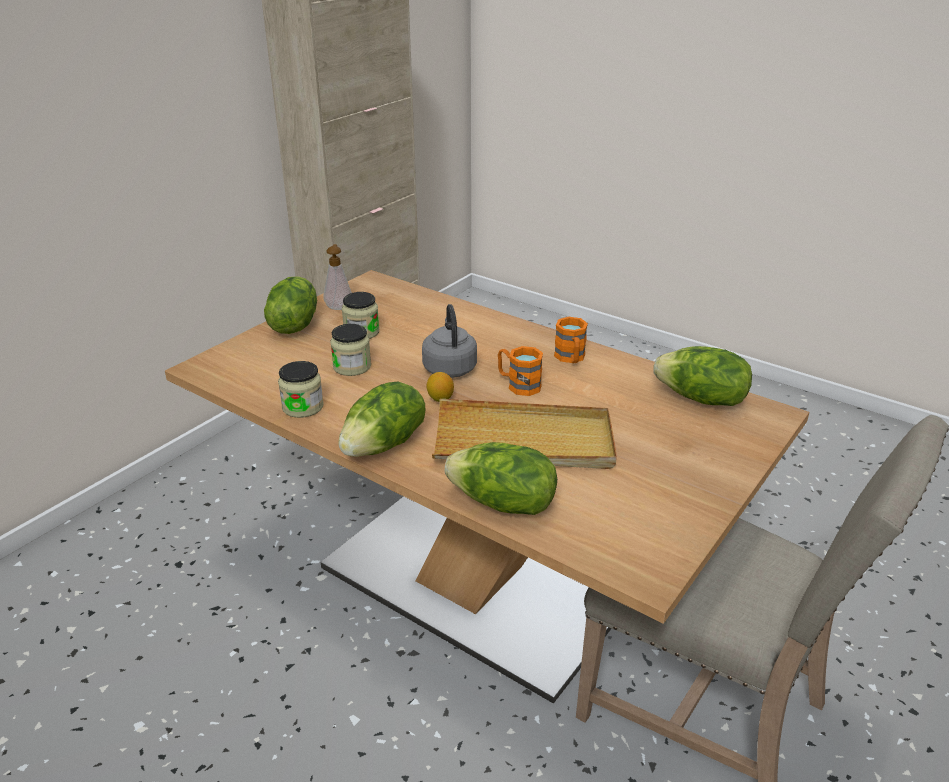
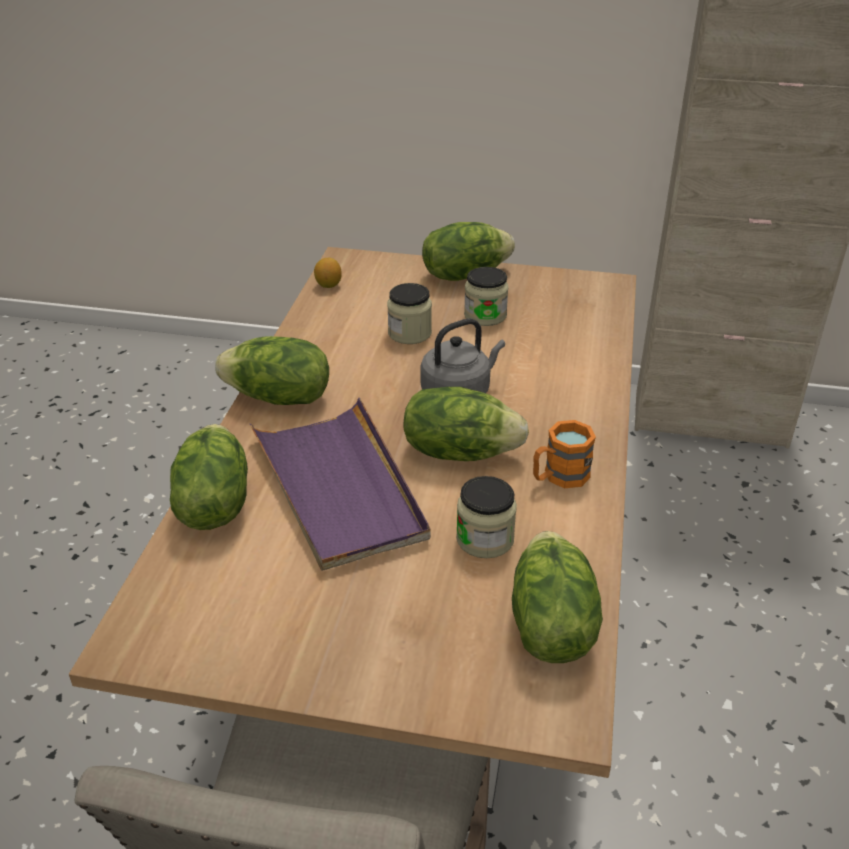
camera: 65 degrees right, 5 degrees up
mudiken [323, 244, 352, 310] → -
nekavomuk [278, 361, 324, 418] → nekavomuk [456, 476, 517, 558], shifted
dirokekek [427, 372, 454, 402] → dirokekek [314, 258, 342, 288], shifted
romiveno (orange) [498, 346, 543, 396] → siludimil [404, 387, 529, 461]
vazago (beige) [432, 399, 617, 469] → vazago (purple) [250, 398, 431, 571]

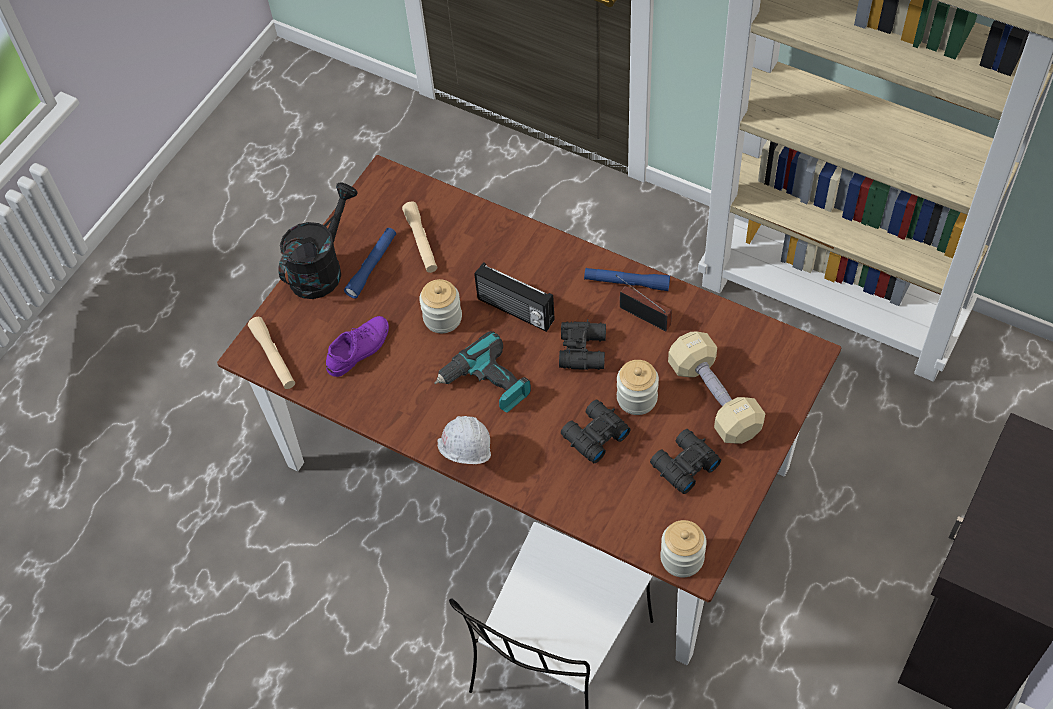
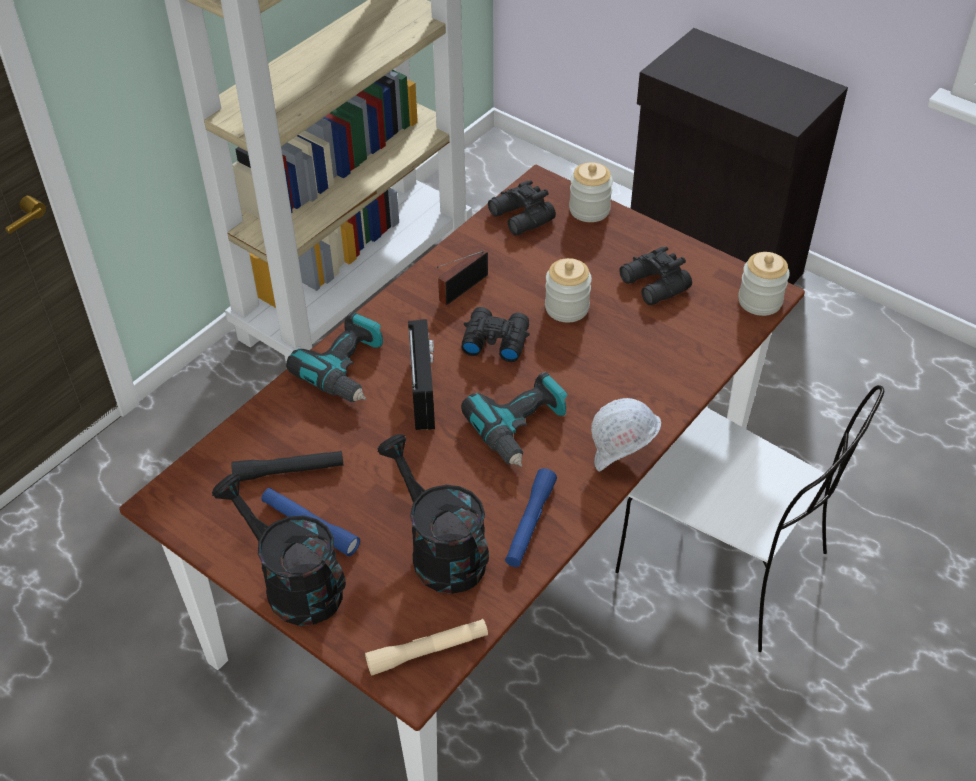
camera: 85 degrees left, 10 degrees down
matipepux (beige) [668, 331, 765, 444] → -
- → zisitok [286, 312, 383, 402]
nekavomuk [419, 279, 462, 333] → nekavomuk [569, 162, 613, 222], shifted
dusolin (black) [561, 400, 630, 463] → dusolin (black) [488, 180, 556, 236], shifted
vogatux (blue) [584, 268, 670, 291] → vogatux (blue) [505, 468, 557, 567], shifted
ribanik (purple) [326, 316, 389, 377] → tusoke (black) [377, 434, 489, 594]
vogatux (beige) [402, 202, 437, 273] → vogatux (black) [231, 451, 344, 481]
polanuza [474, 262, 555, 332] → polanuza [408, 319, 435, 430], 45 degrees counterclockwise

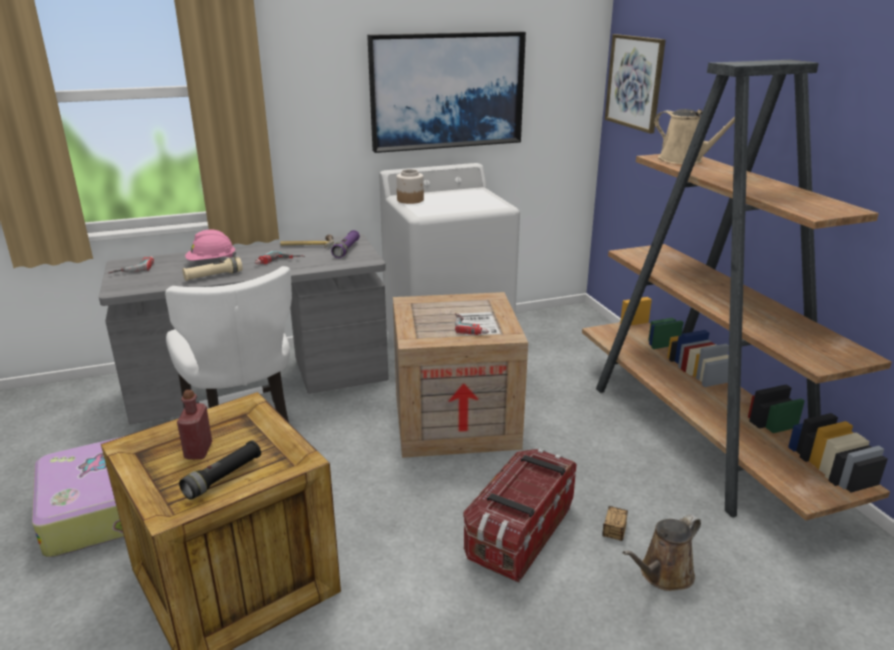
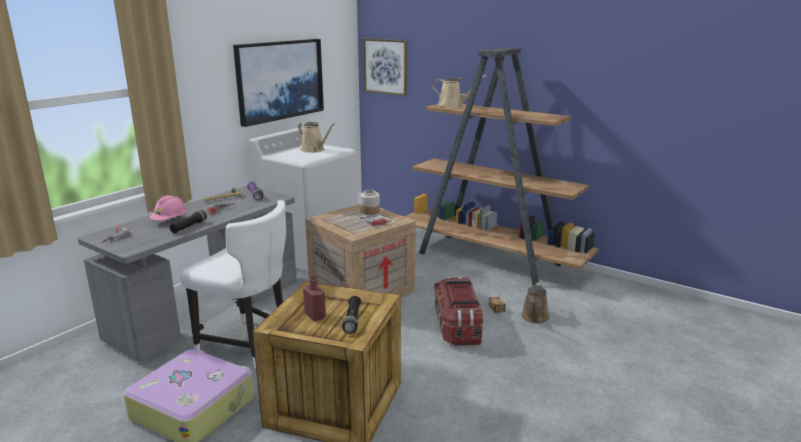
camera: 35 degrees left, 5 degrees down
- → tusoke (beige) [298, 122, 335, 153]
nekavomuk [396, 169, 424, 204] → nekavomuk [360, 190, 380, 215], shifted
vogatux (beige) [182, 257, 243, 281] → vogatux (black) [170, 210, 207, 234]

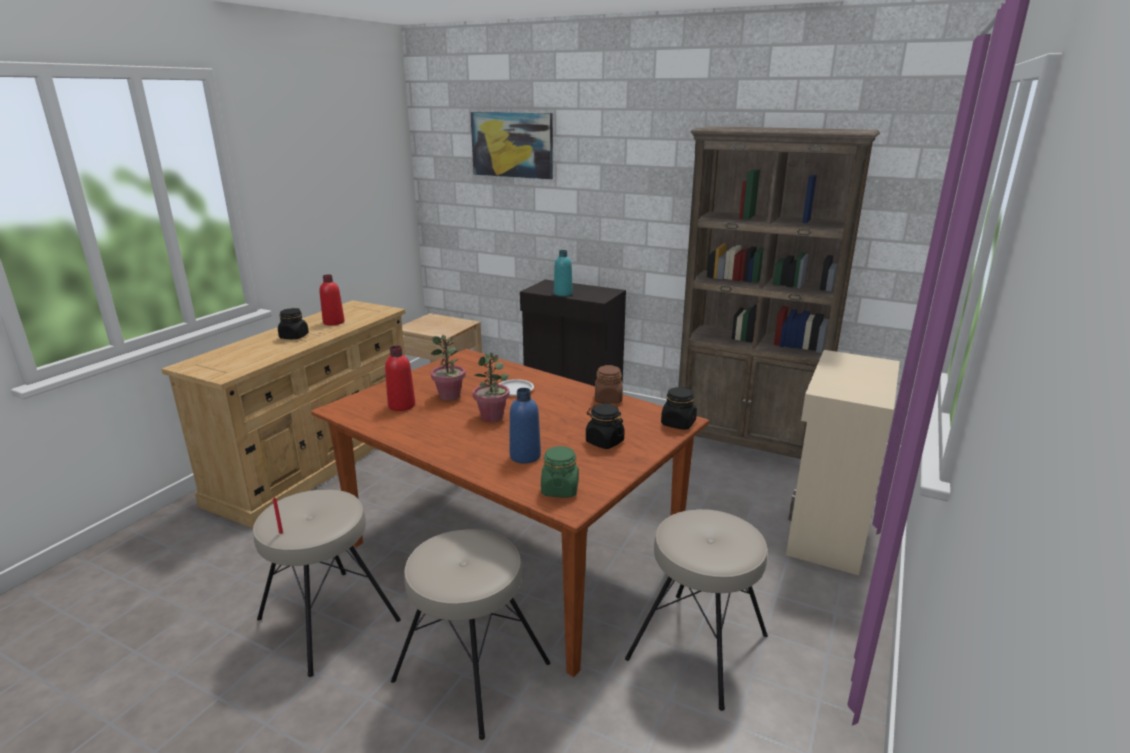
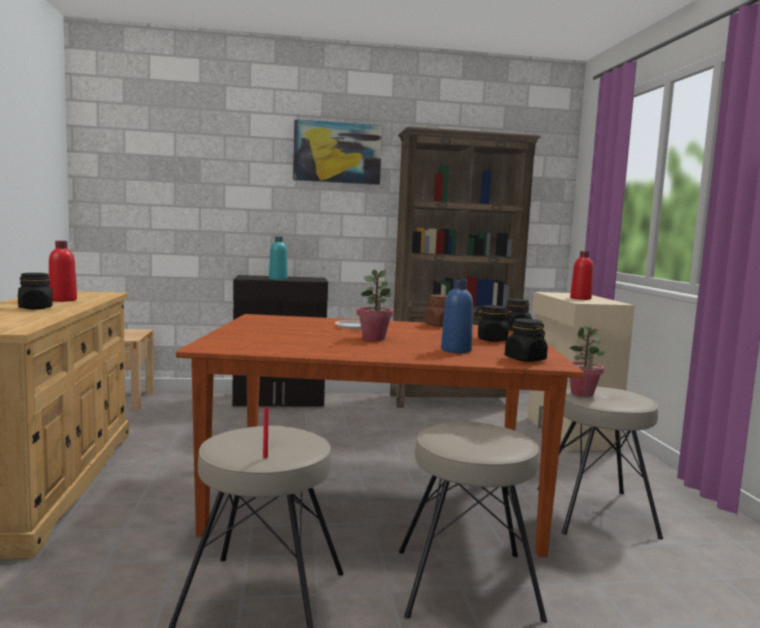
camera: 35 degrees left, 15 degrees down
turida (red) [385, 346, 415, 411] → turida (red) [570, 251, 593, 300], shifted
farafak [431, 335, 465, 400] → farafak [569, 326, 606, 397], shifted
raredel [470, 112, 553, 179] → raredel [293, 119, 382, 185], shifted
nekavomuk (green) [541, 446, 579, 497] → nekavomuk (black) [505, 318, 548, 362]

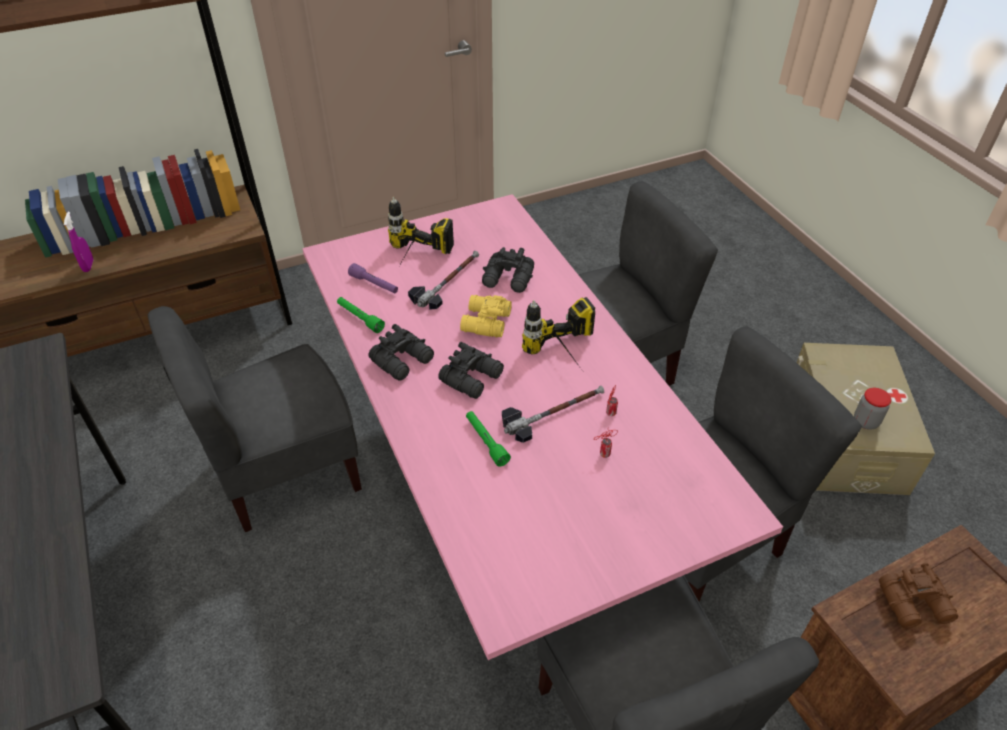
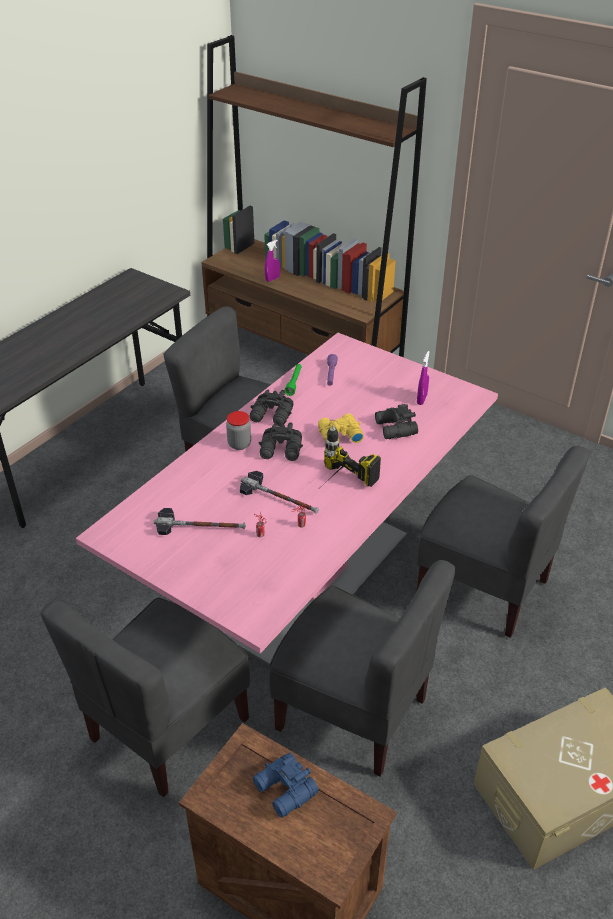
camera: 60 degrees right, 5 degrees down
zisitok [388, 197, 454, 261] → -
vogatux (green) [466, 411, 511, 467] → -
- → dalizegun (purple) [417, 351, 430, 405]
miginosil [408, 251, 479, 310] → miginosil [153, 508, 246, 535], shifted
nekavomuk [854, 388, 892, 430] → nekavomuk [226, 411, 251, 450], shifted
dusolin (brown) [879, 563, 959, 629] → dusolin (blue) [253, 753, 319, 818]

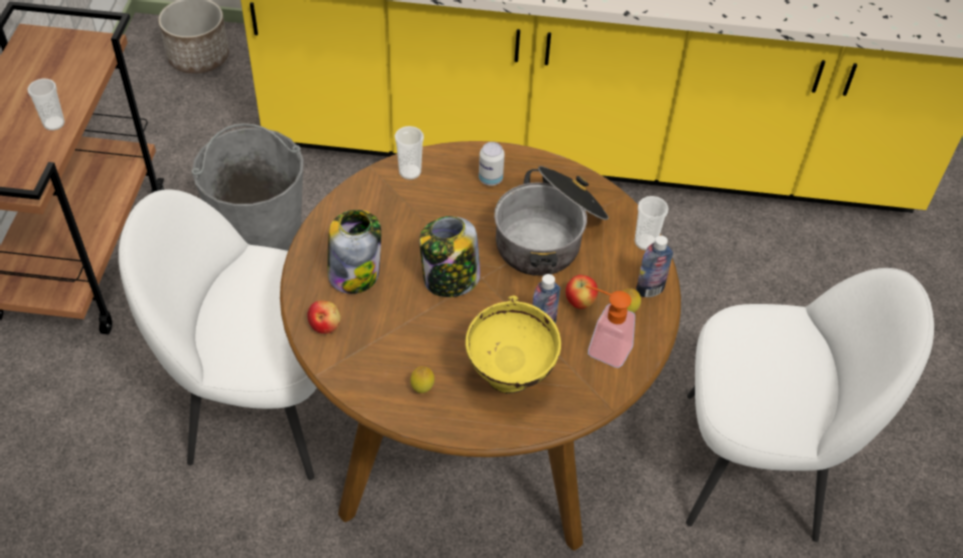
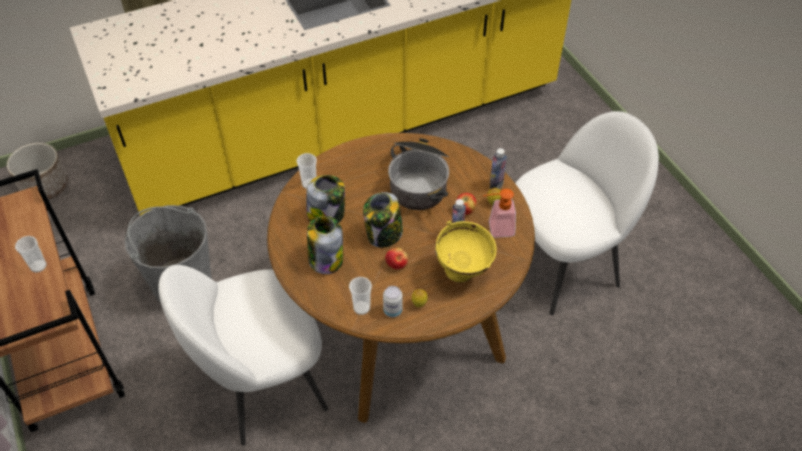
camera: 30 degrees left, 0 degrees up
- → nekavomuk [306, 175, 345, 222]
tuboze [307, 301, 341, 334] → tuboze [385, 247, 408, 269], shifted
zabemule [479, 142, 505, 186] → zabemule [383, 286, 402, 317], shifted
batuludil [634, 196, 669, 250] → batuludil [349, 277, 372, 315], shifted

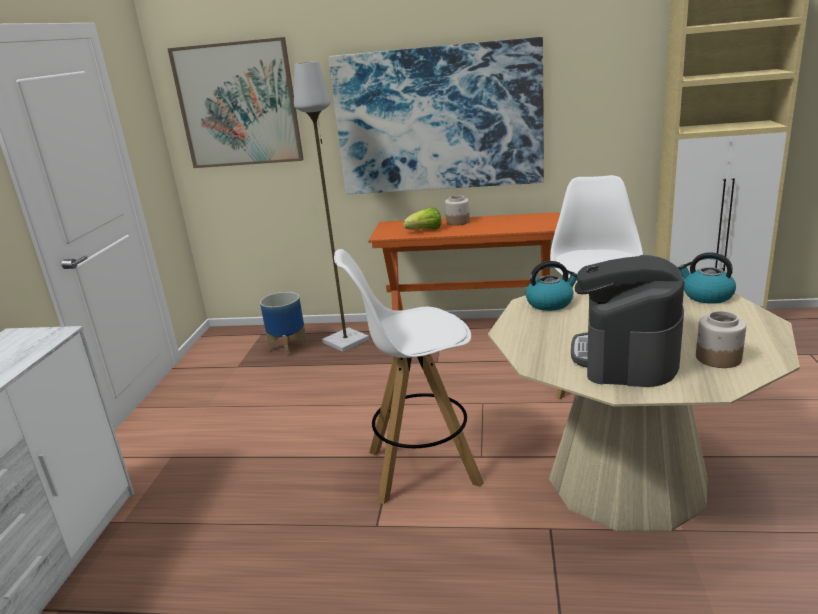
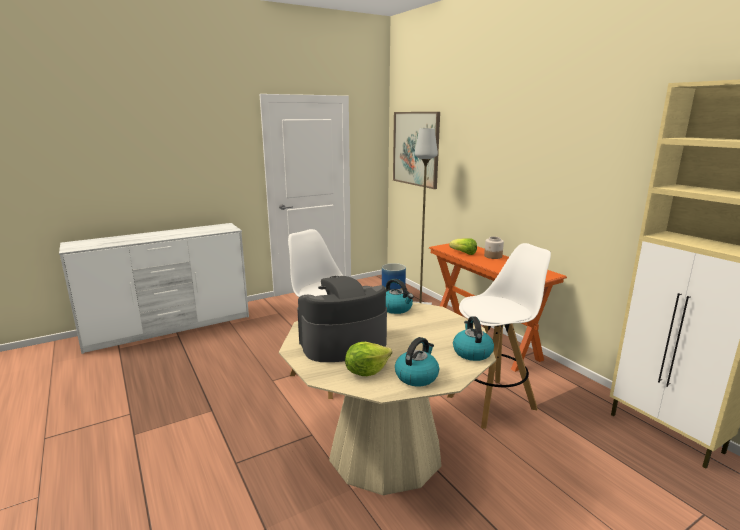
camera: 50 degrees right, 5 degrees down
raredel [328, 37, 544, 194] → -
- → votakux [395, 337, 439, 386]
nekavomuk [696, 311, 746, 368] → siludimil [345, 342, 392, 376]

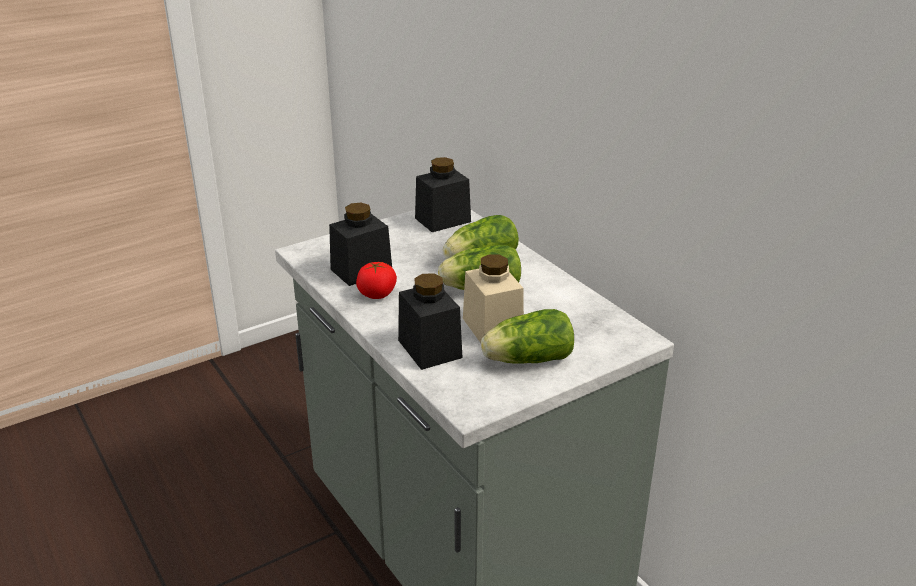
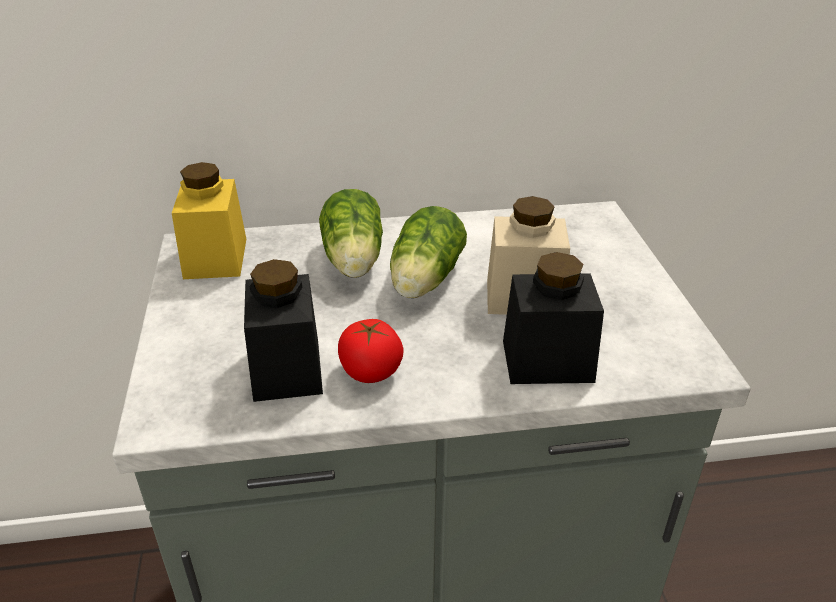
camera: 65 degrees left, 5 degrees up
siludimil [481, 309, 574, 364] → -
nekavomuk (black) [415, 157, 471, 232] → nekavomuk (yellow) [172, 162, 246, 279]

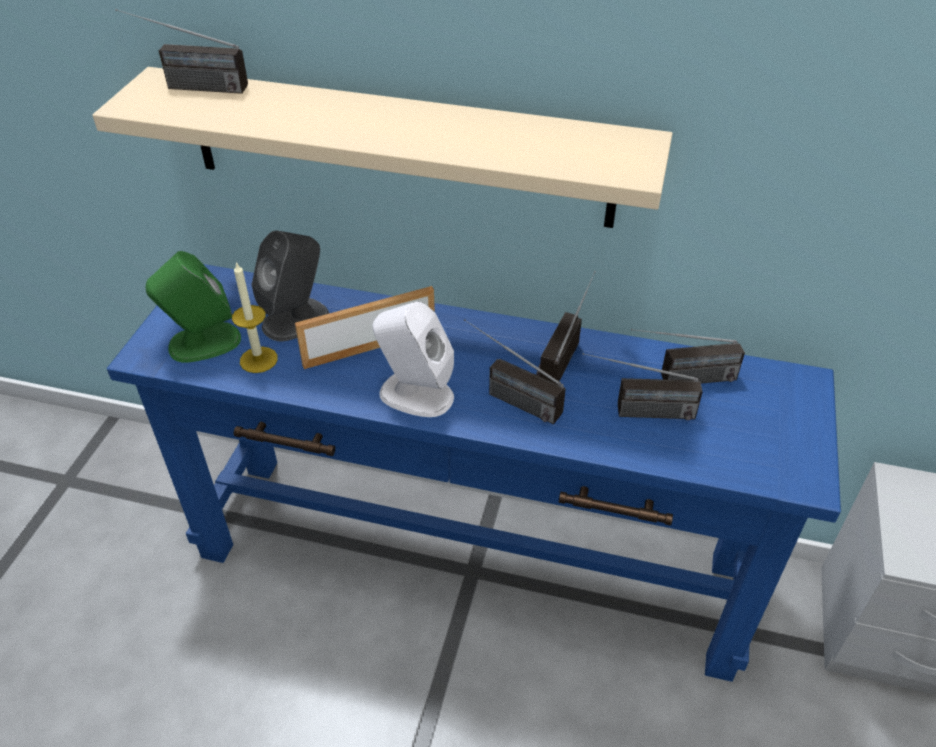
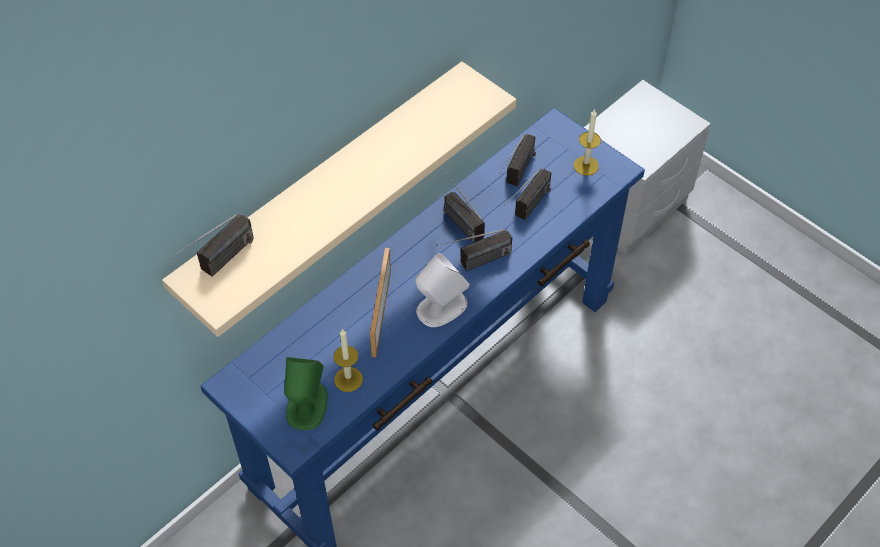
camera: 60 degrees left, 10 degrees up
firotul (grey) [251, 231, 329, 341] → -
- → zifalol [574, 109, 601, 176]

